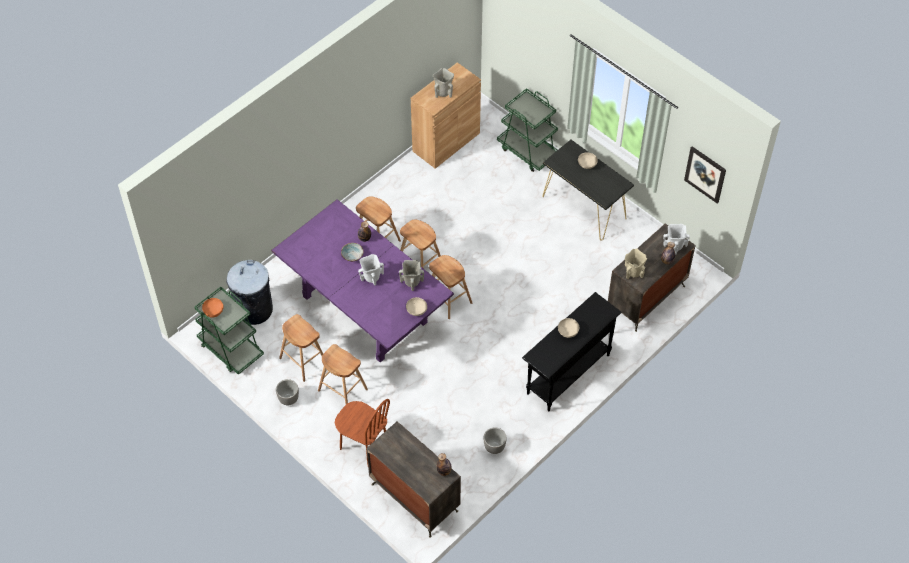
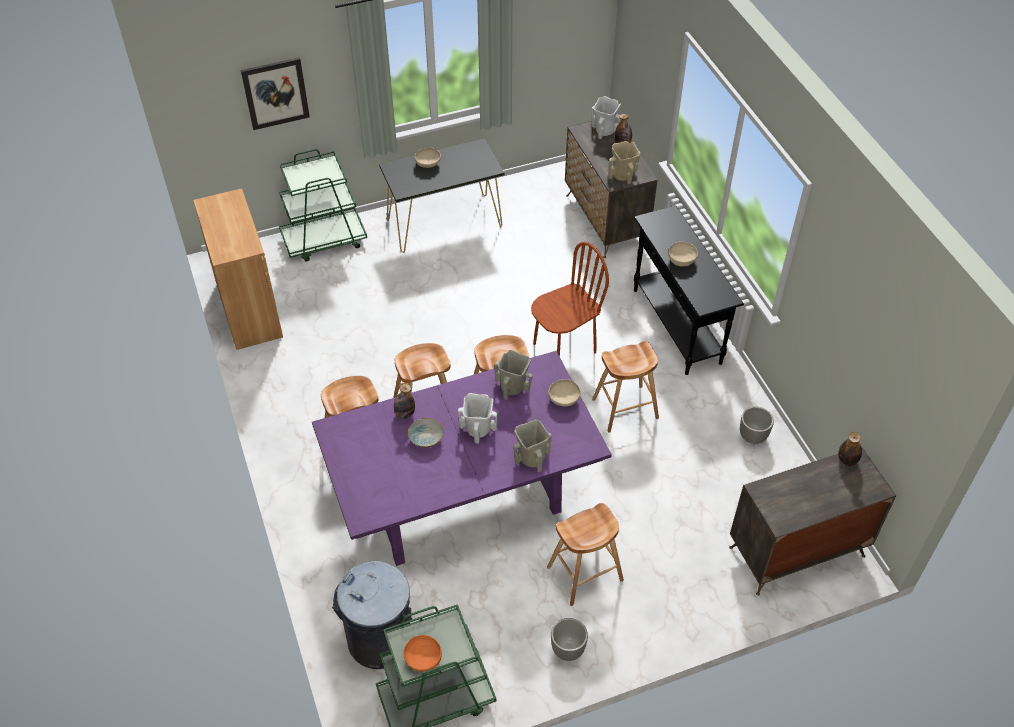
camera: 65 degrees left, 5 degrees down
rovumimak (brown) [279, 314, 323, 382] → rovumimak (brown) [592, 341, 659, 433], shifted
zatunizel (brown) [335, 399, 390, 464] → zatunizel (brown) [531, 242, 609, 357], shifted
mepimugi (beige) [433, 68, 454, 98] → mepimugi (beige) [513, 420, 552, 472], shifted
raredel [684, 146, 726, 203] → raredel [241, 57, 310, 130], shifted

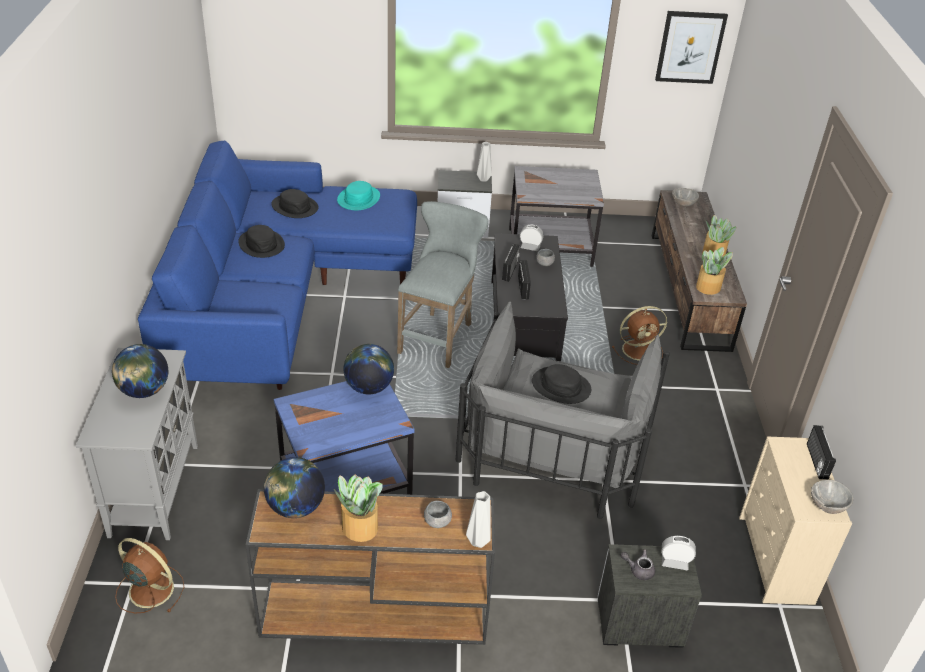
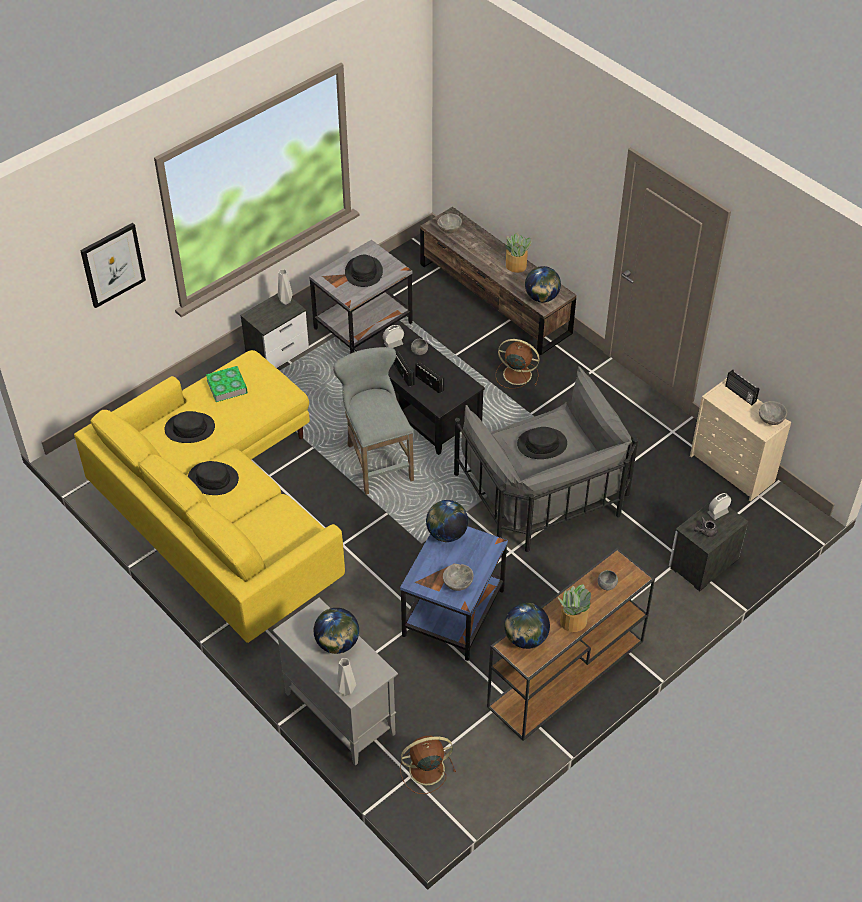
camera: 40 degrees left, 10 degrees up
- → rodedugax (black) [345, 255, 383, 287]
- → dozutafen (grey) [443, 564, 474, 591]
mepimugi (grey) [466, 491, 491, 548] → mepimugi (grey) [337, 658, 356, 696], shifted
raredel [655, 11, 728, 84] → raredel [80, 223, 146, 308], shifted
rodedugax (turquoise) [337, 181, 380, 210] → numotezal [206, 366, 248, 402]
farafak [696, 247, 733, 295] → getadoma [525, 266, 561, 303]
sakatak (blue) [138, 141, 417, 390] → sakatak (yellow) [74, 350, 345, 643]
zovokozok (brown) [612, 306, 667, 365] → zovokozok (brown) [496, 339, 540, 389], 105 degrees counterclockwise

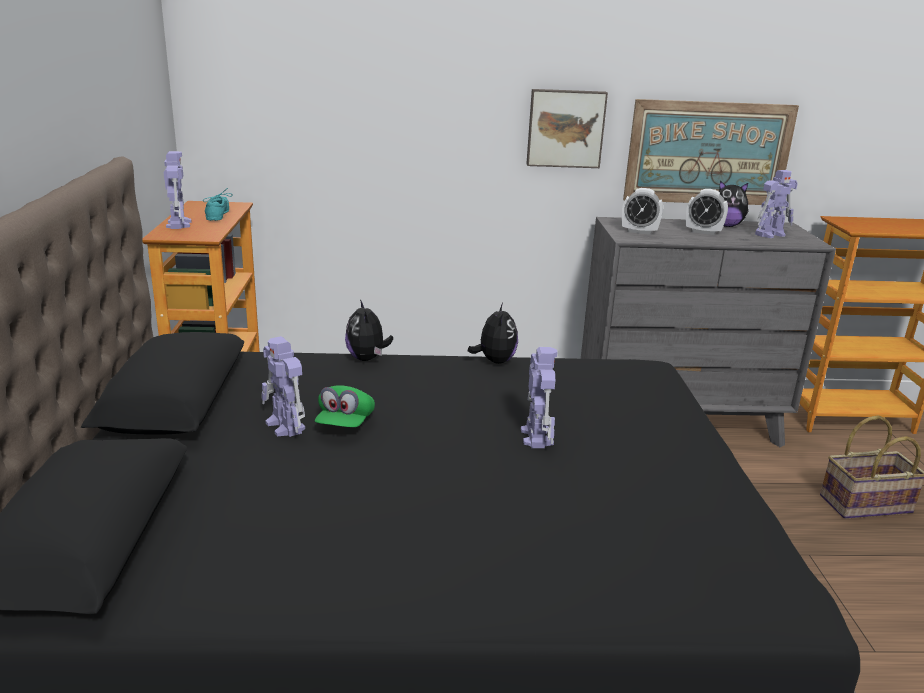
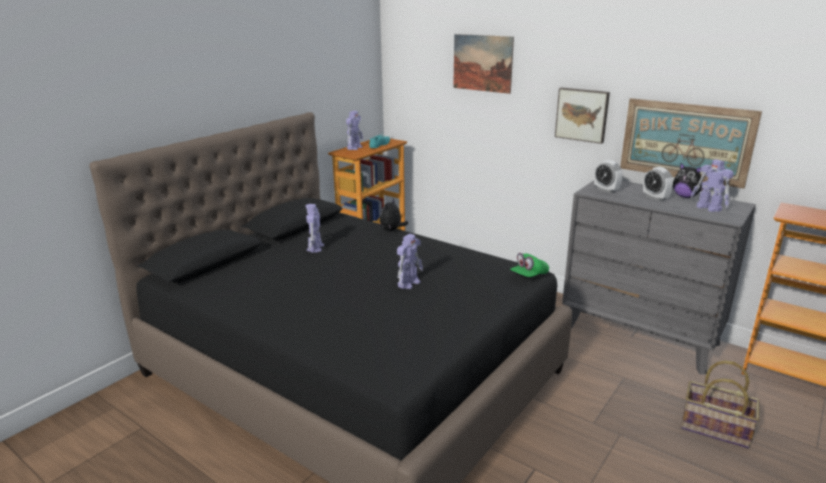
camera: 40 degrees right, 0 degrees up
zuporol [468, 303, 518, 364] → -
- → raredel [453, 34, 514, 94]
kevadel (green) [315, 385, 375, 427] → kevadel (green) [510, 253, 549, 277], shifted
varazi [755, 170, 798, 238] → varazi [690, 159, 734, 212], 45 degrees clockwise

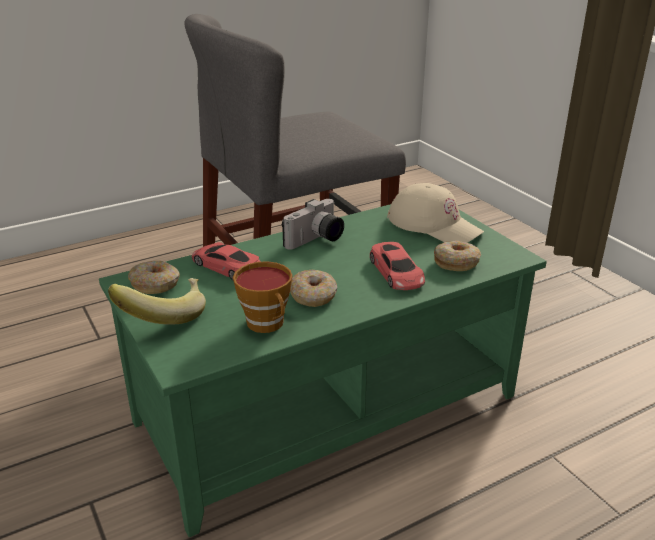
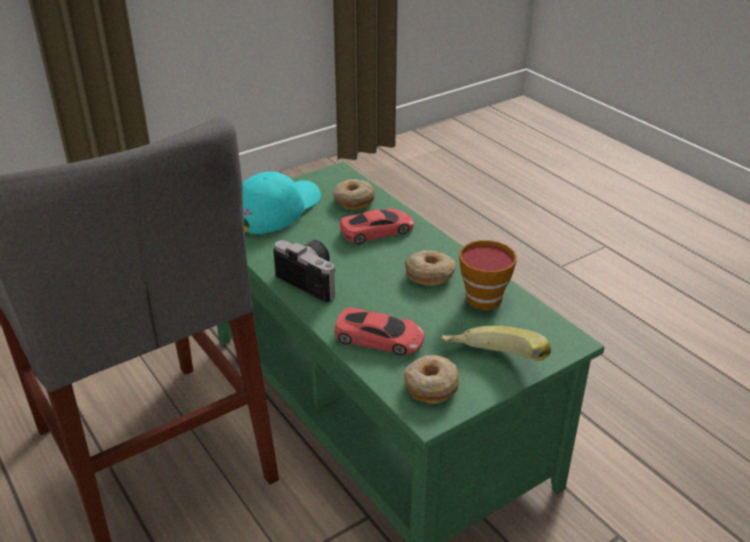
camera: 95 degrees left, 5 degrees up
kevadel (beige) [387, 183, 484, 243] → kevadel (turquoise) [242, 171, 321, 235]
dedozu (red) [192, 242, 261, 280] → dedozu (red) [335, 308, 424, 355], 105 degrees counterclockwise

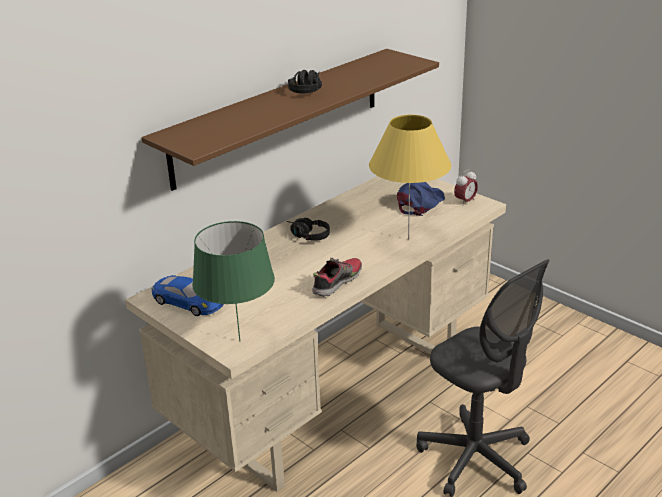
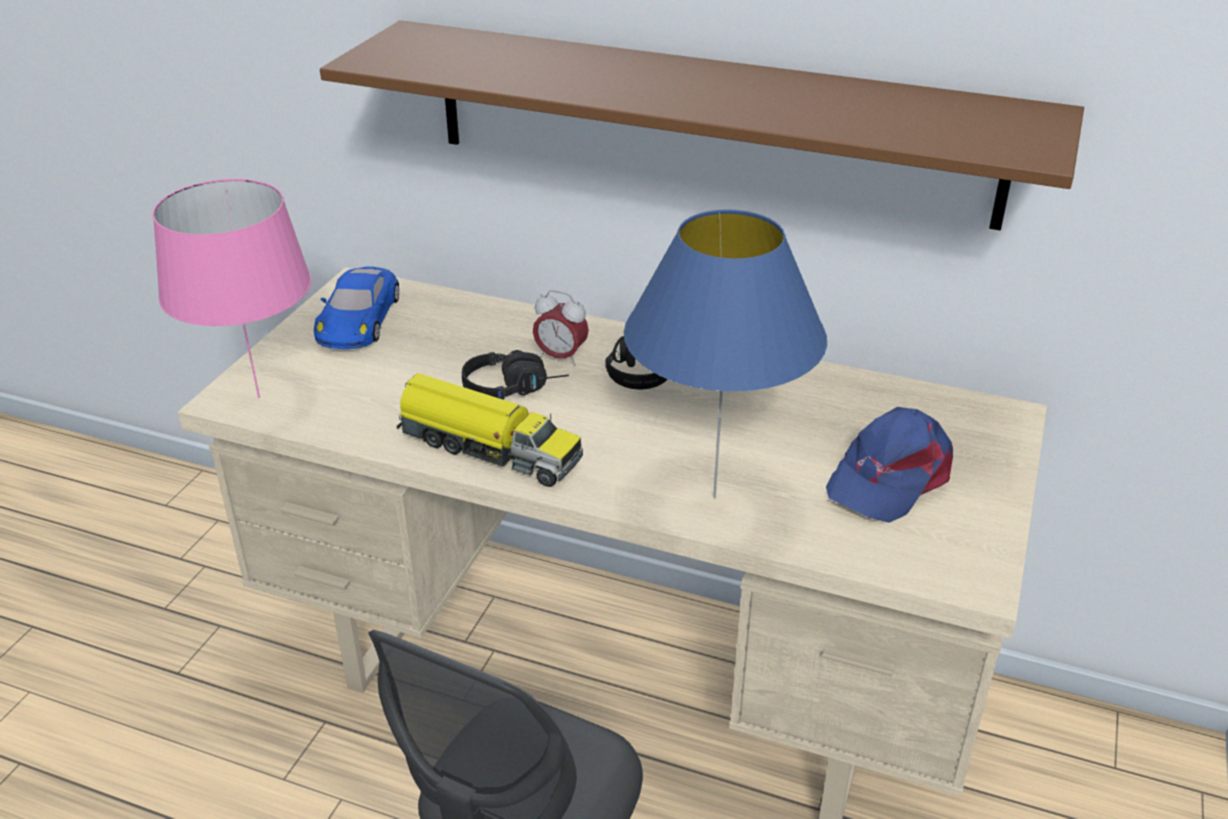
camera: 65 degrees right, 5 degrees up
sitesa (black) [288, 70, 322, 93] → sitesa (black) [462, 350, 569, 400], shifted
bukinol [454, 169, 478, 205] → bukinol [533, 290, 589, 366], shifted
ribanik [312, 258, 362, 297] → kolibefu [396, 373, 583, 487]
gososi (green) [192, 221, 275, 341] → gososi (pink) [152, 179, 311, 398]
gososi (yellow) [369, 114, 451, 240] → gososi (blue) [624, 209, 827, 498]
kevadel (blue) [397, 182, 445, 216] → kevadel (blue) [826, 407, 953, 523], 120 degrees clockwise

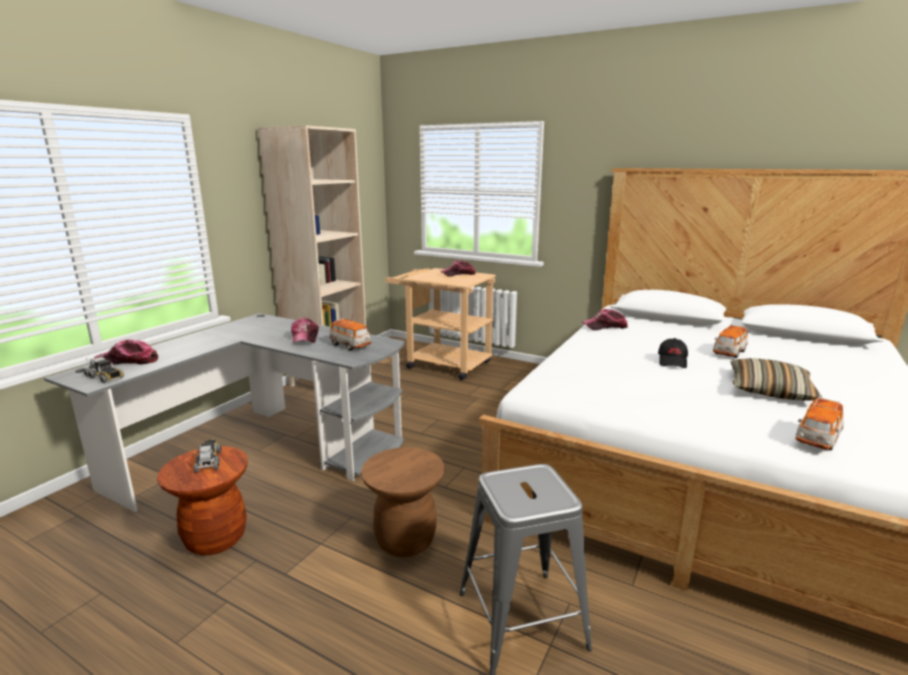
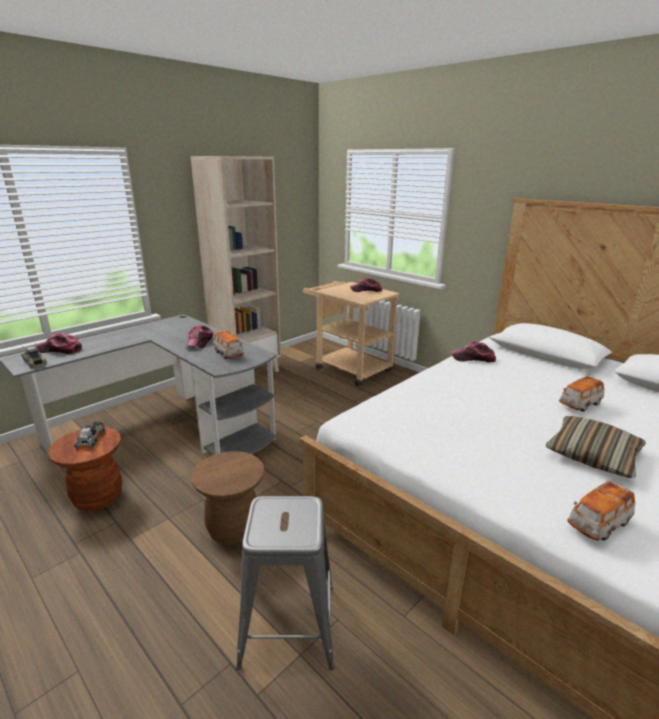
camera: 15 degrees right, 5 degrees up
kevadel (black) [658, 338, 688, 368] → -

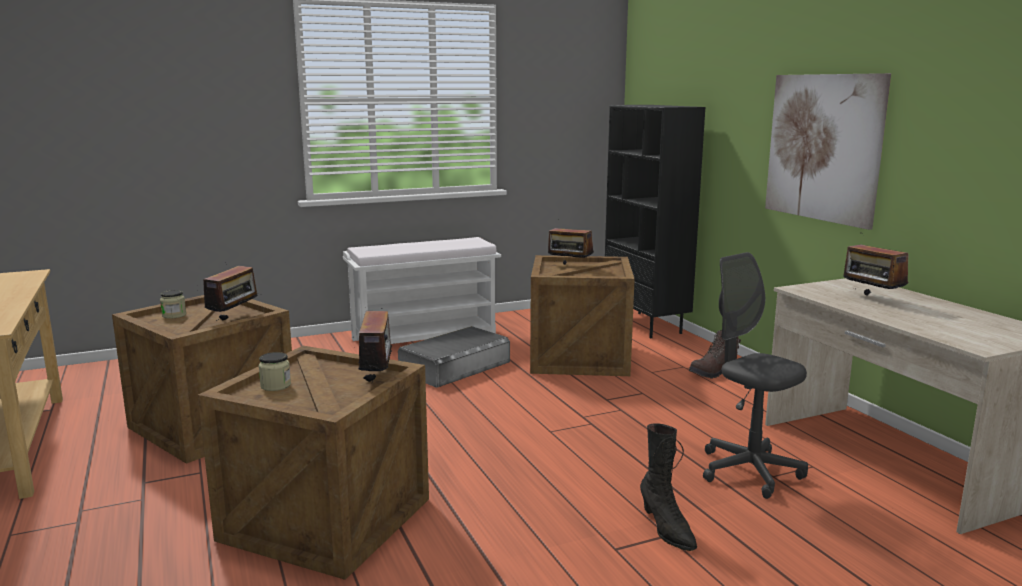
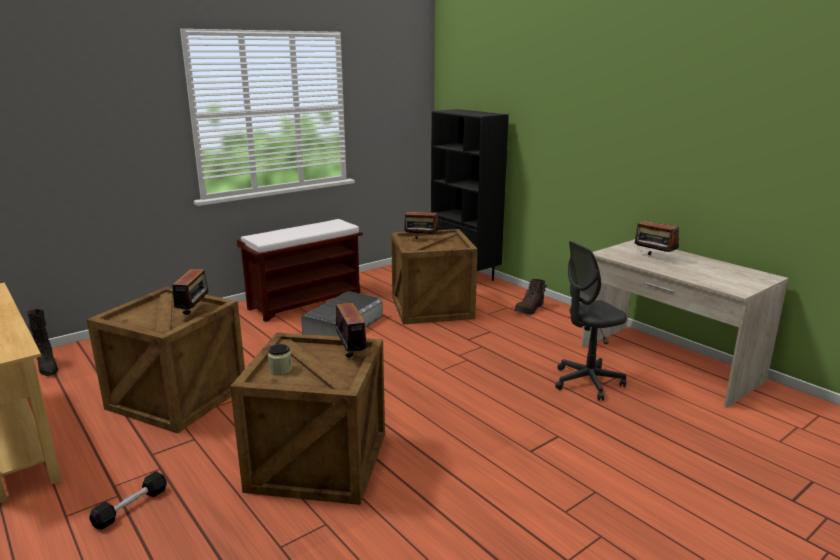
camera: 15 degrees left, 5 degrees up
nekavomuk [160, 290, 186, 319] → -
raredel [765, 73, 891, 230] → -
- → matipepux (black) [89, 471, 167, 530]
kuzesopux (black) [640, 423, 697, 551] → kuzesopux (black) [27, 309, 58, 376], shifted
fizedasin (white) [343, 237, 501, 344] → fizedasin (brown) [237, 219, 363, 322]
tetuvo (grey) [703, 252, 808, 499] → tetuvo (grey) [555, 241, 627, 400], 60 degrees counterclockwise

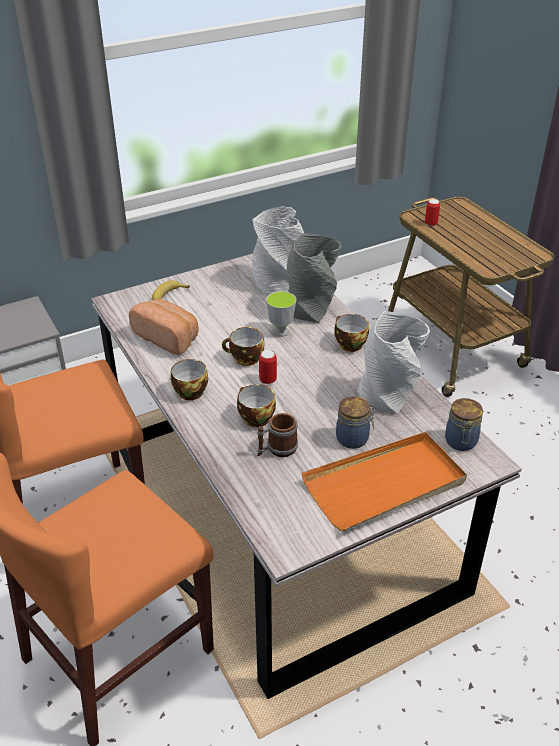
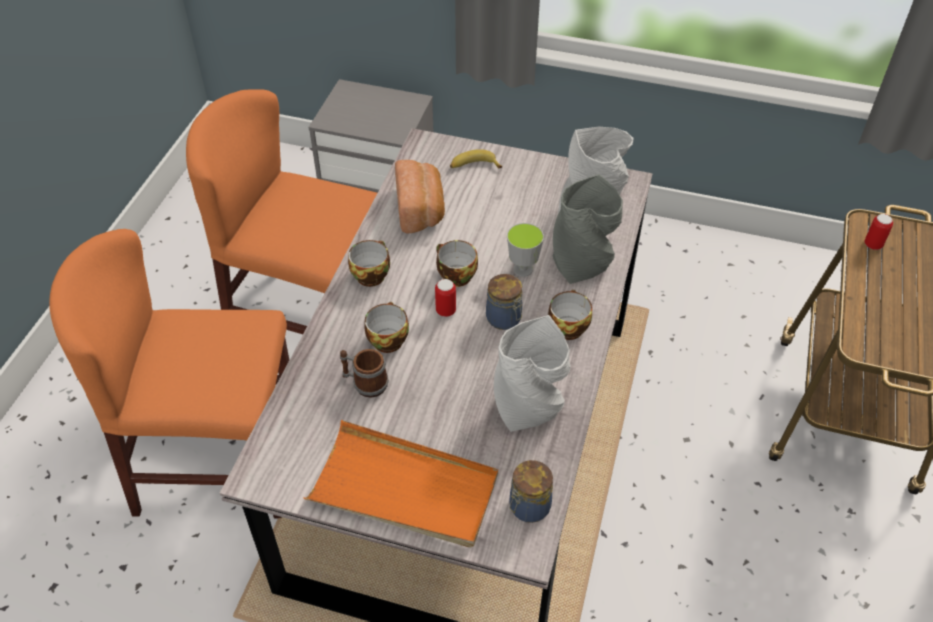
camera: 45 degrees right, 10 degrees up
nekavomuk [336, 396, 375, 449] → nekavomuk [486, 274, 522, 330], shifted

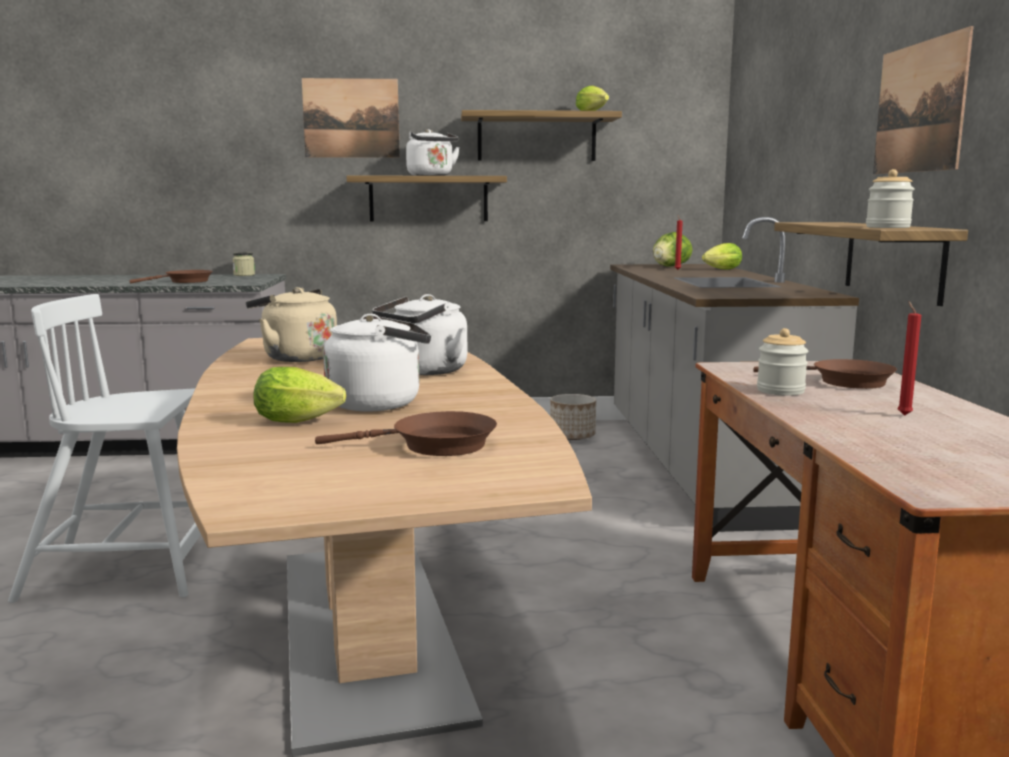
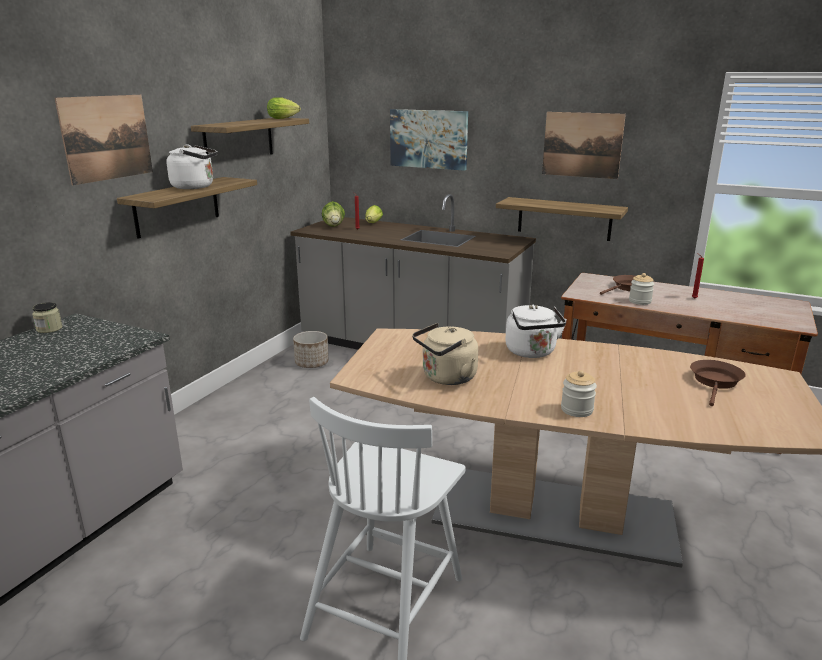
camera: 60 degrees left, 10 degrees up
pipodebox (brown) [129, 270, 213, 283] → -
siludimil [254, 367, 346, 423] → -
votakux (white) [323, 314, 431, 411] → -
- → raredel [390, 109, 468, 171]
nekavomuk [866, 169, 915, 228] → nekavomuk [561, 370, 597, 417], shifted

